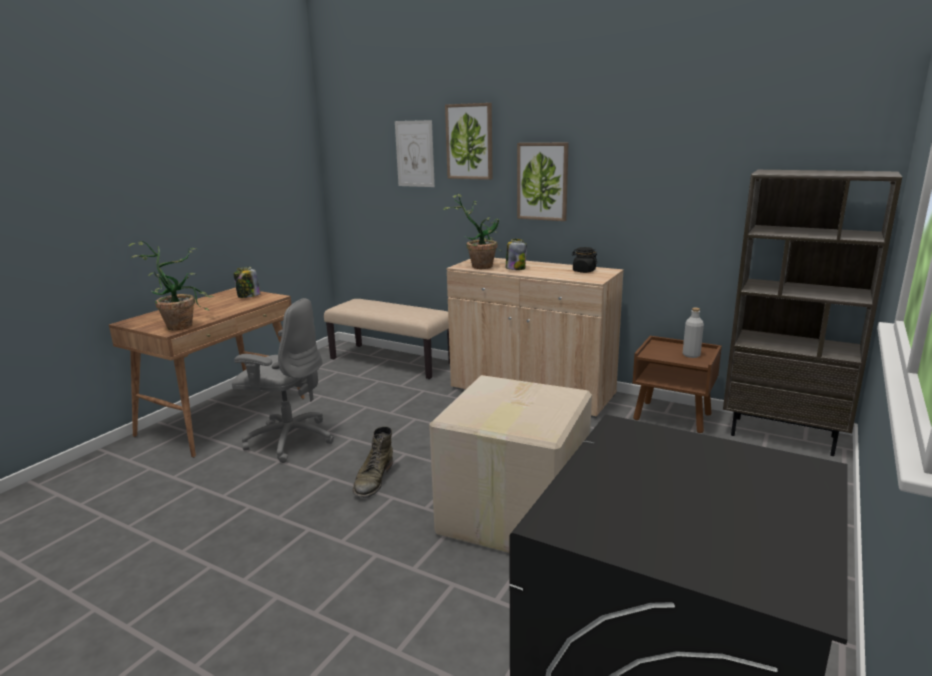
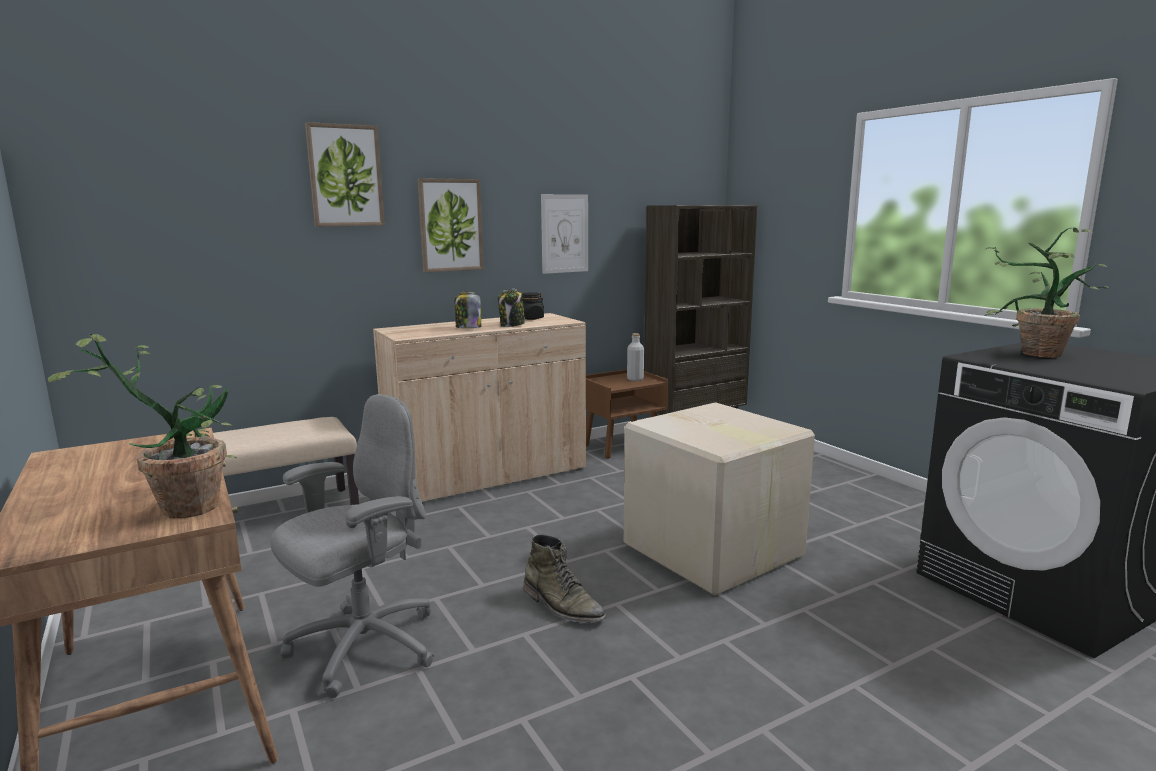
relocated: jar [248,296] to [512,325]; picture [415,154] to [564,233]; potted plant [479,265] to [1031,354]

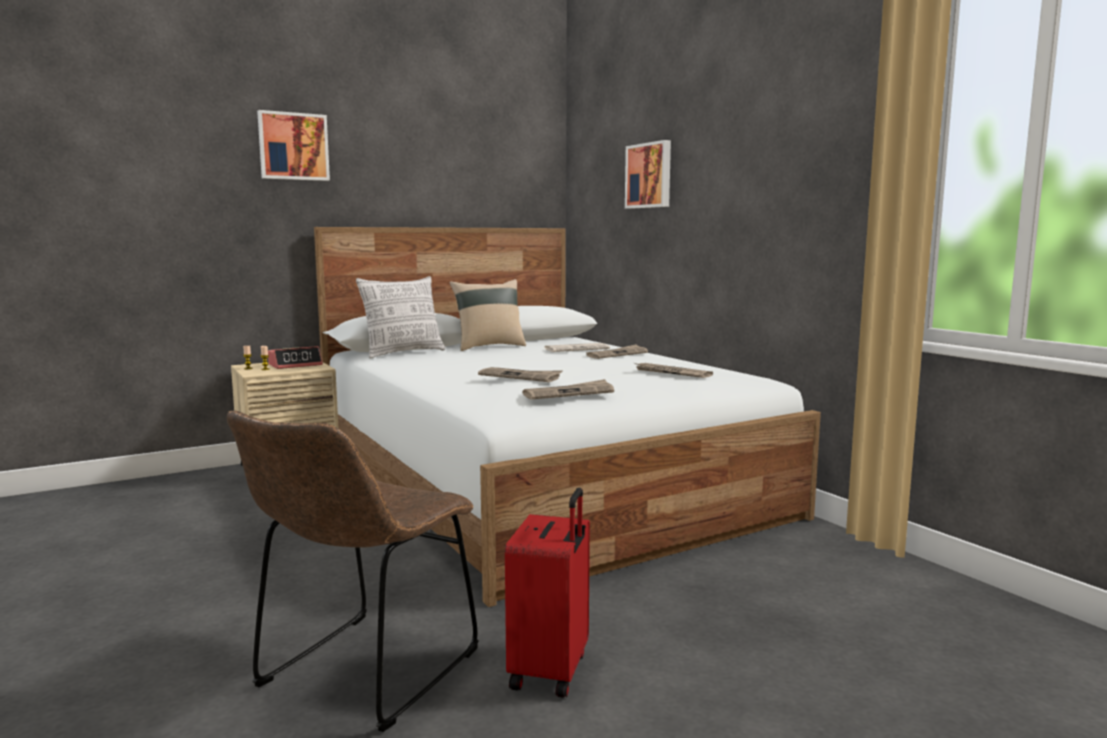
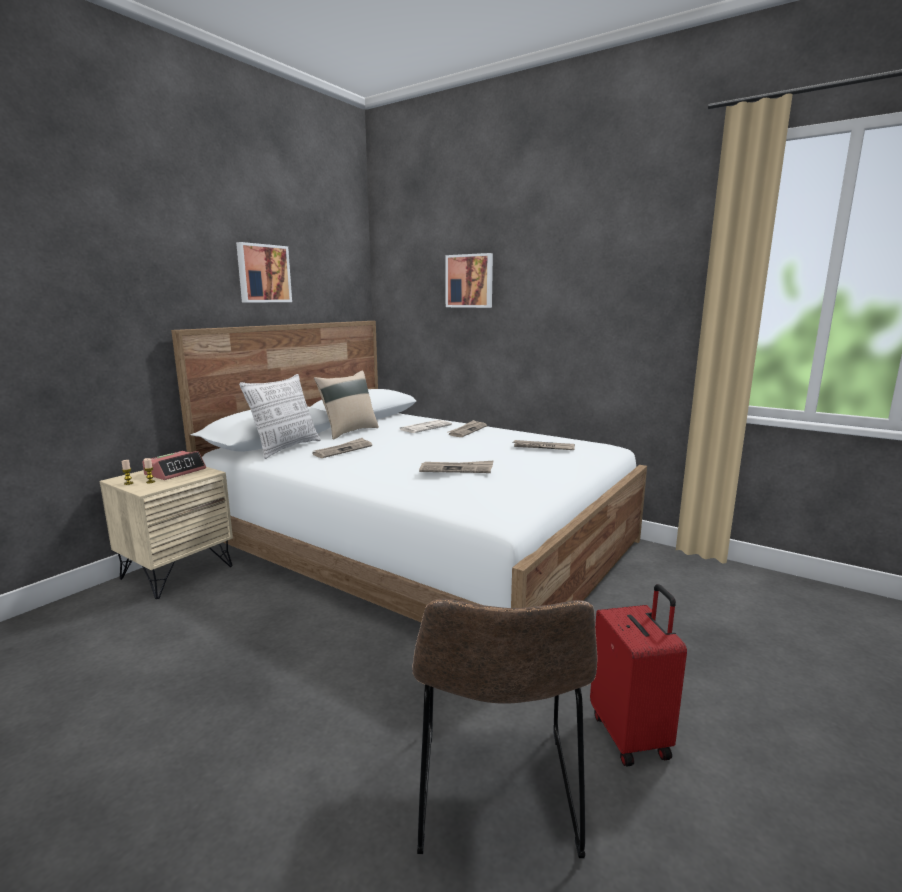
relocated: picture [293,146] to [263,273]; newspaper [569,393] to [343,450]

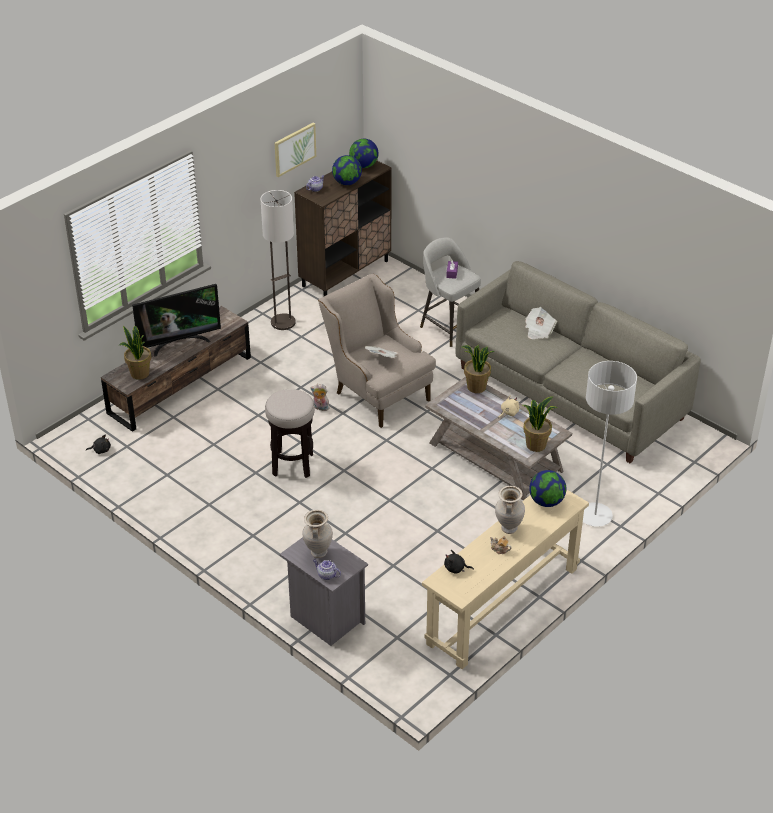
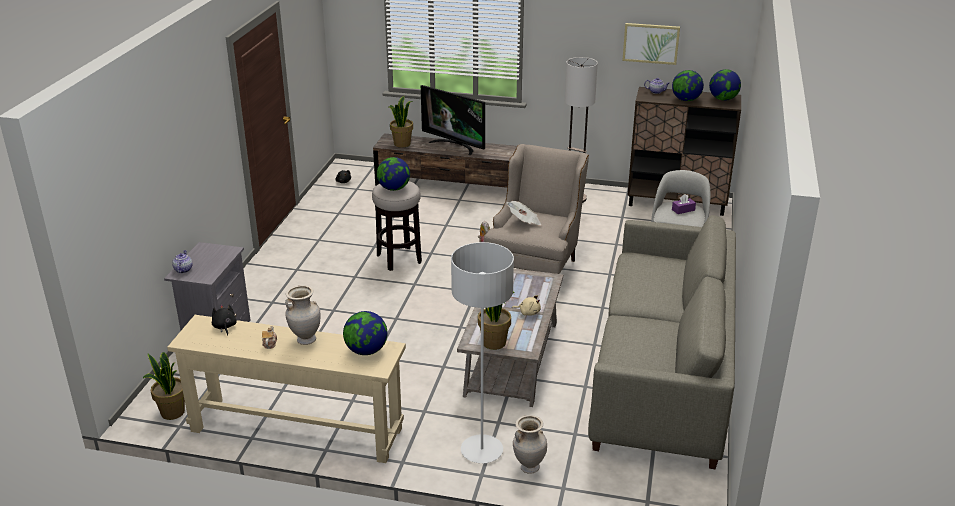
missing: newspaper [539,330]
appeared: globe [394,188]
relocated: vase in beige [318,552] to [529,467]; potted plant [476,387] to [172,412]

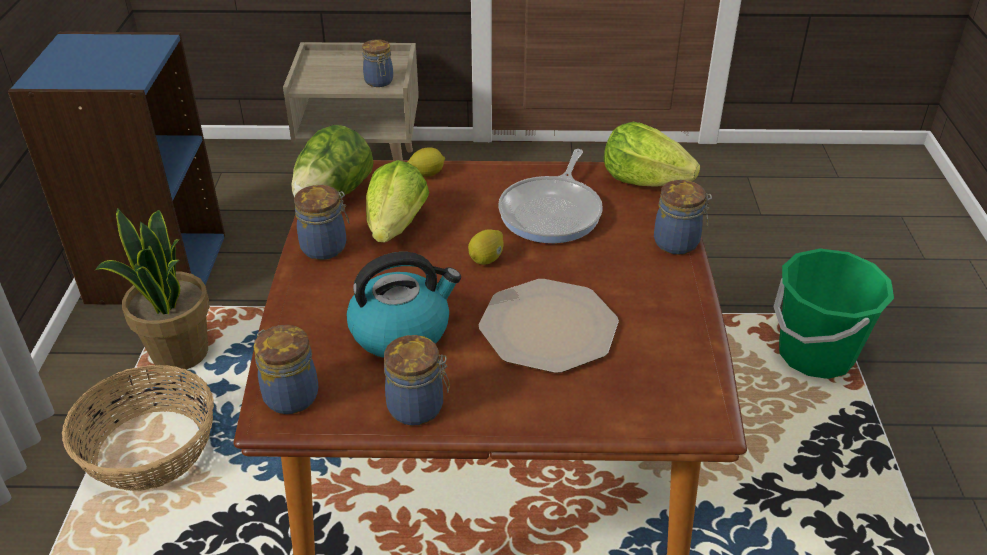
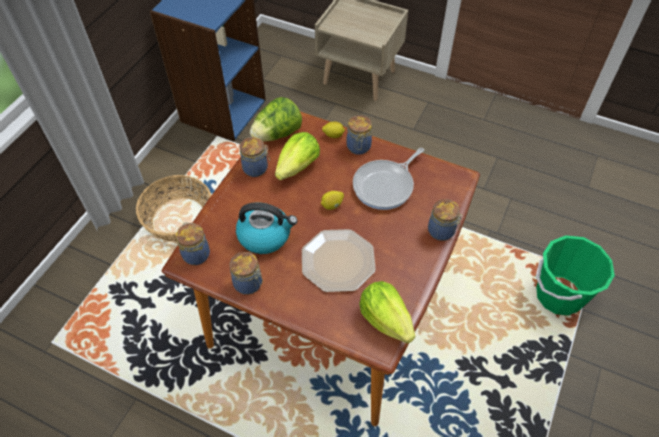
missing: potted plant [179,354]
relocated: jar [379,82] to [358,147]; lettuce [644,180] to [385,319]

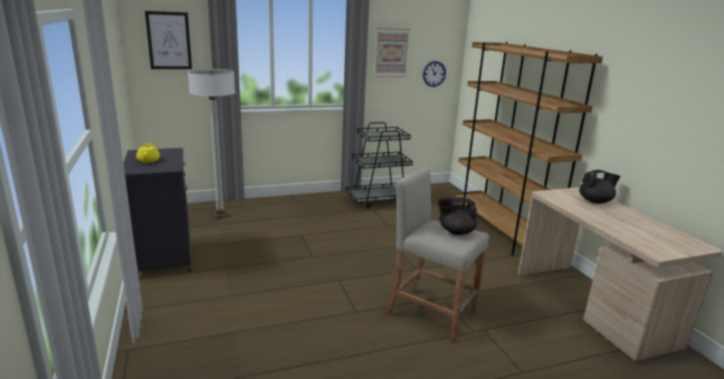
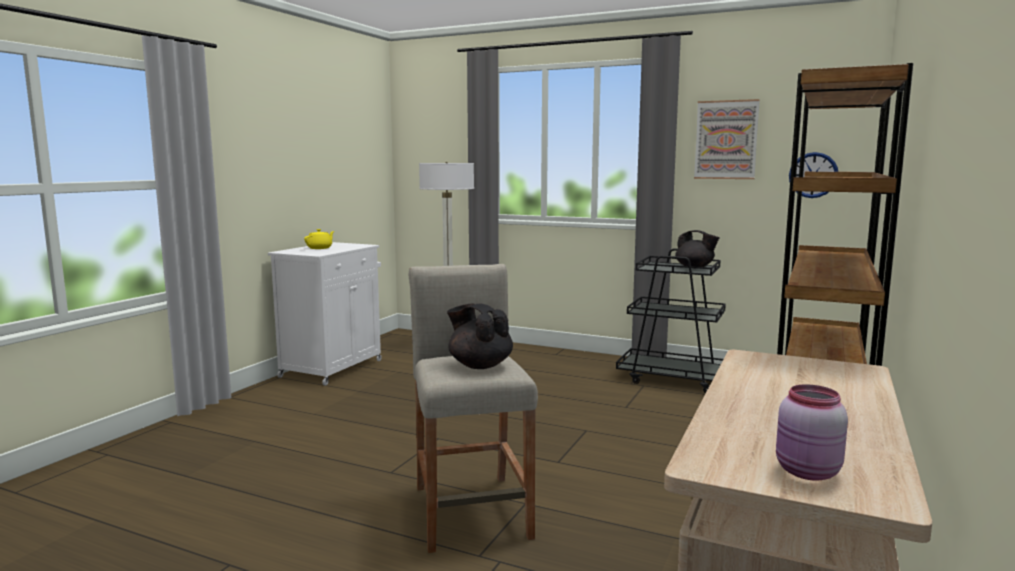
missing: picture [169,40]
appeared: jar in pink [807,472]
relocated: teapot in black [595,201] to [695,267]
colour: cabinet in black [164,256] to cabinet in white [333,368]

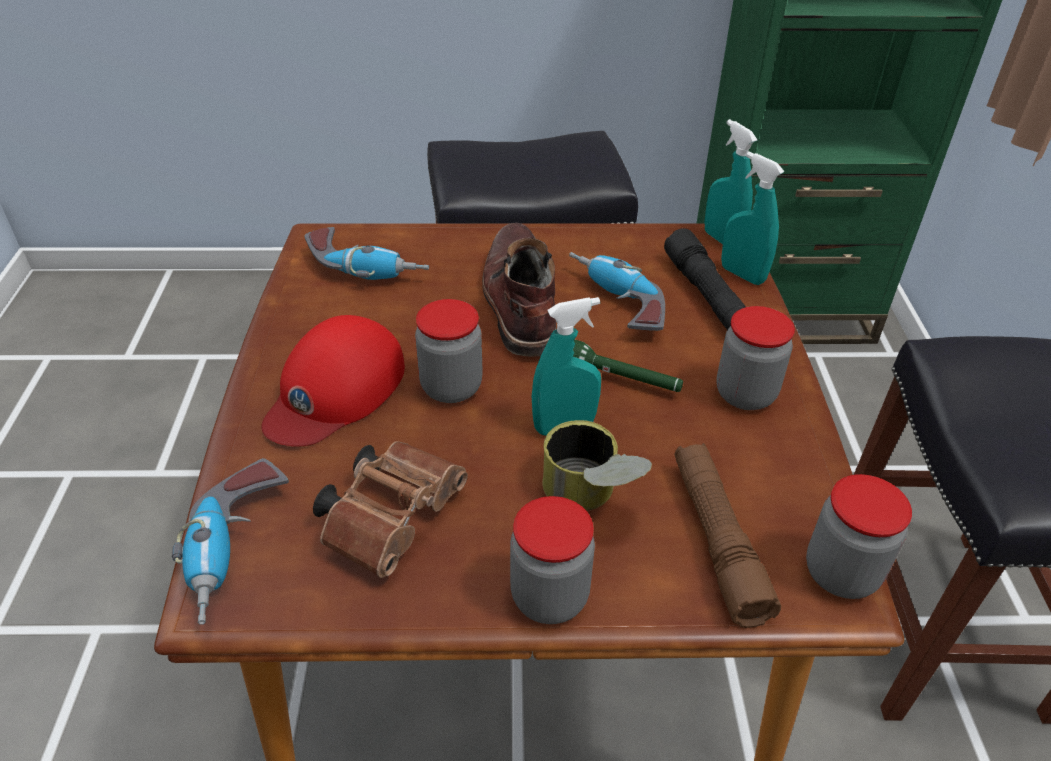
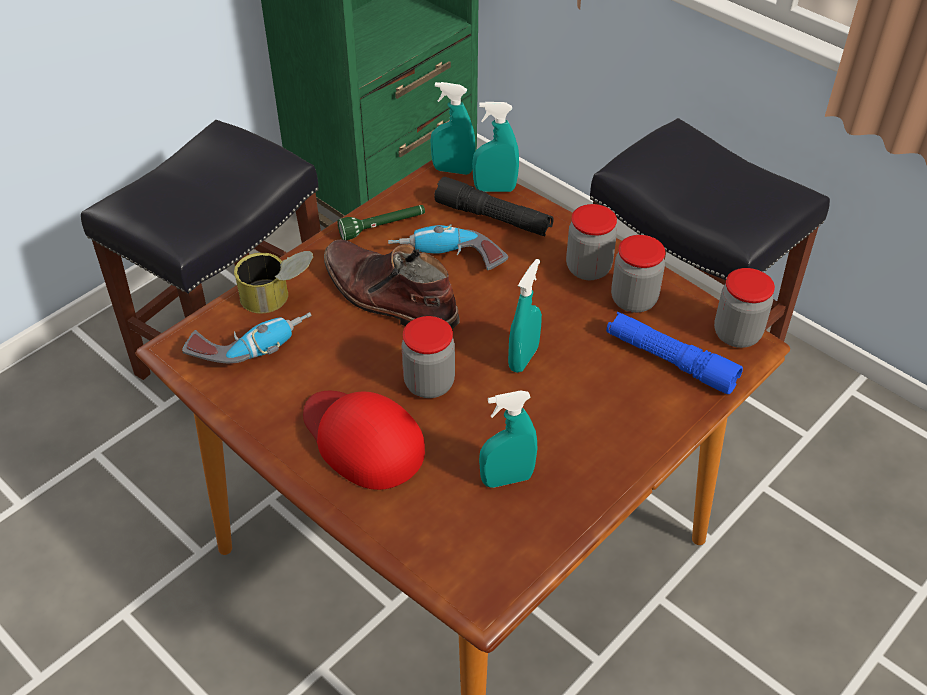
missing: power drill [237,550]
relocated: jar [549,597] to [633,300]; can [591,498] to [278,298]; flashlight in green [621,380] to [383,227]
exchanged: binoculars in brown [394,517] to spray bottle in turquoise [507,479]
colour: flashlight in brown [717,540] to flashlight in blue [670,361]
spun: cap in red [335,390] = [362,439] 150 degrees clockwise

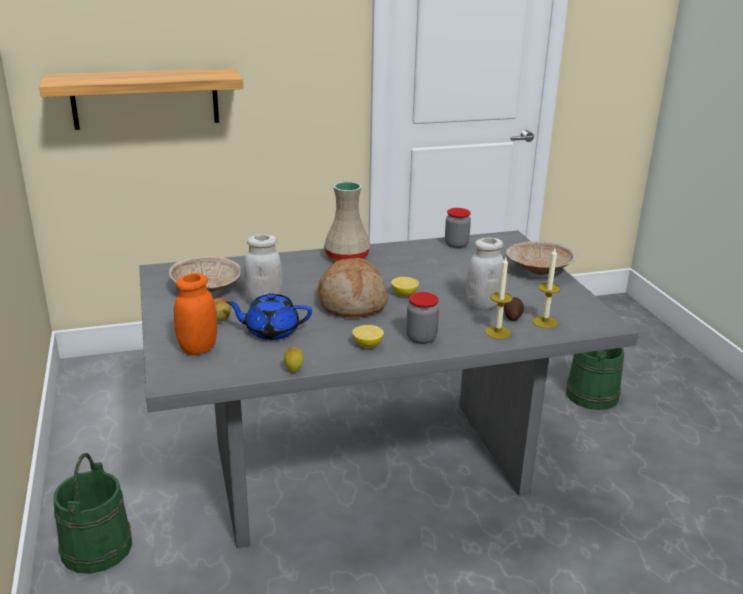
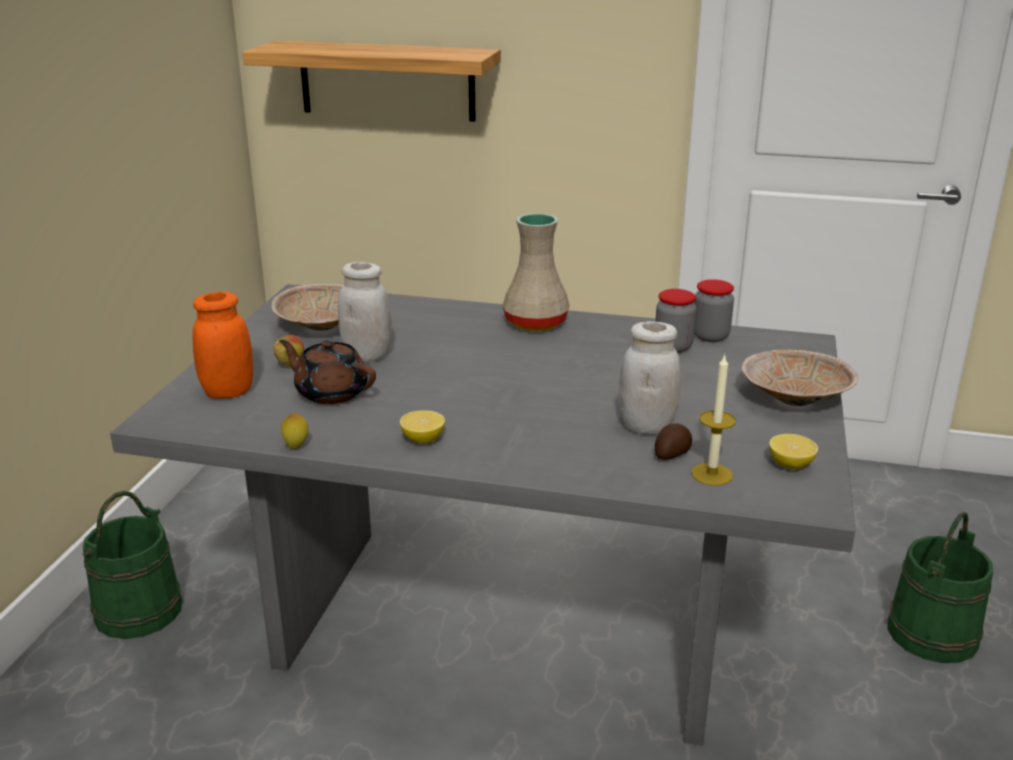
missing: bread [352,303]; candle [497,332]
relocated: lemon [404,294] to [790,465]; jar [421,338] to [673,347]
colour: teapot in blue [271,331] to teapot in brown [330,392]

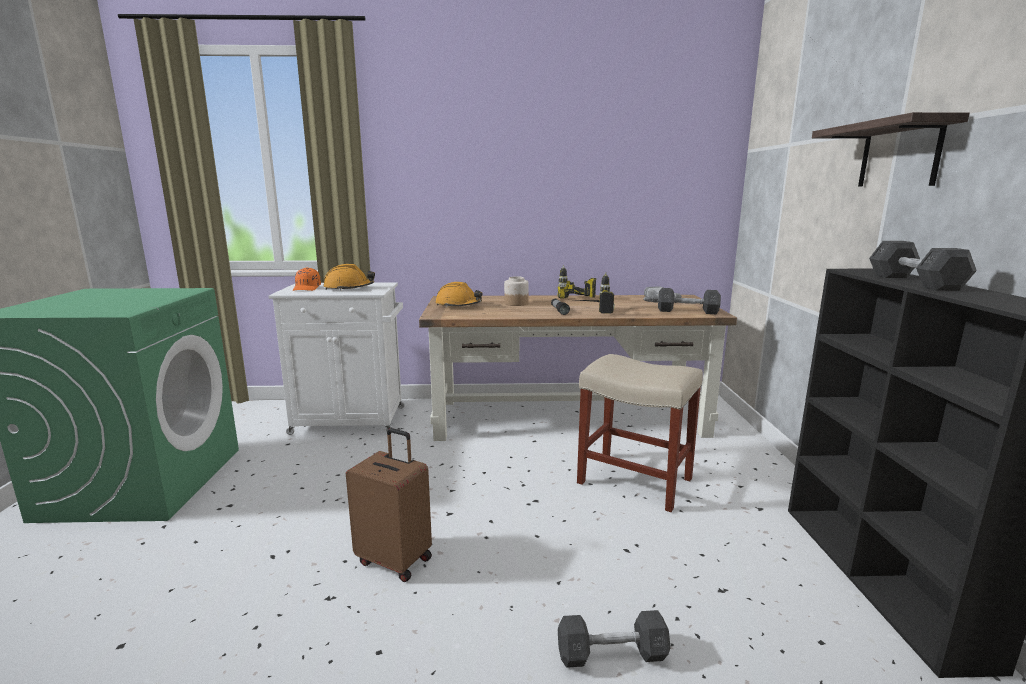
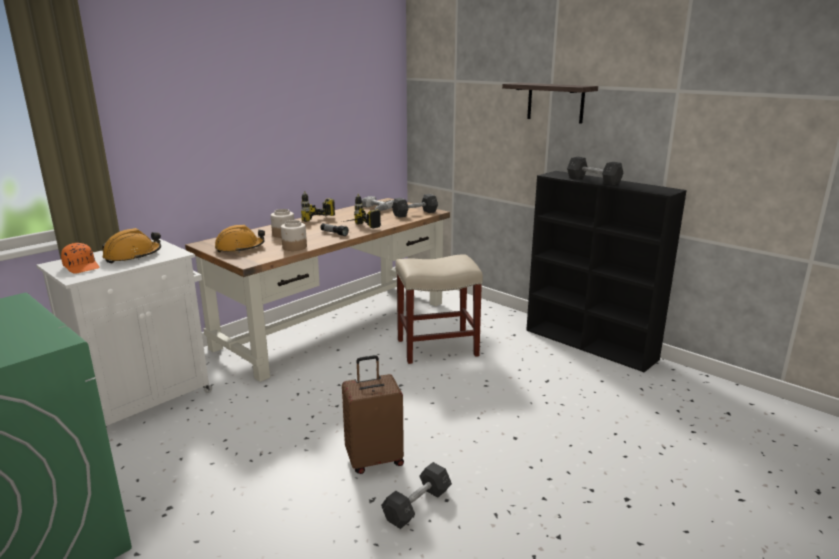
appeared: jar [295,247]
relocated: dumbbell in grey [611,654] to [417,505]

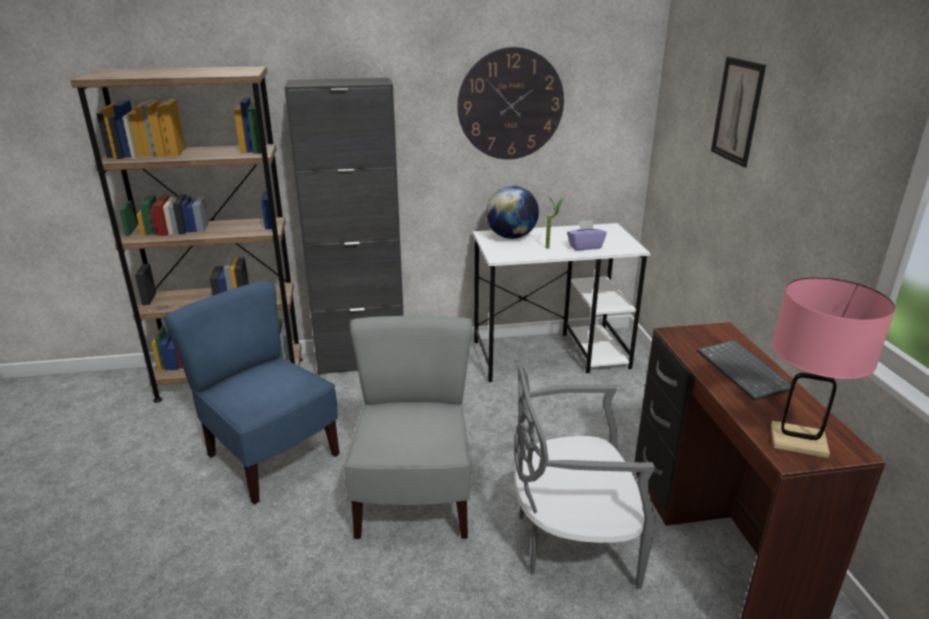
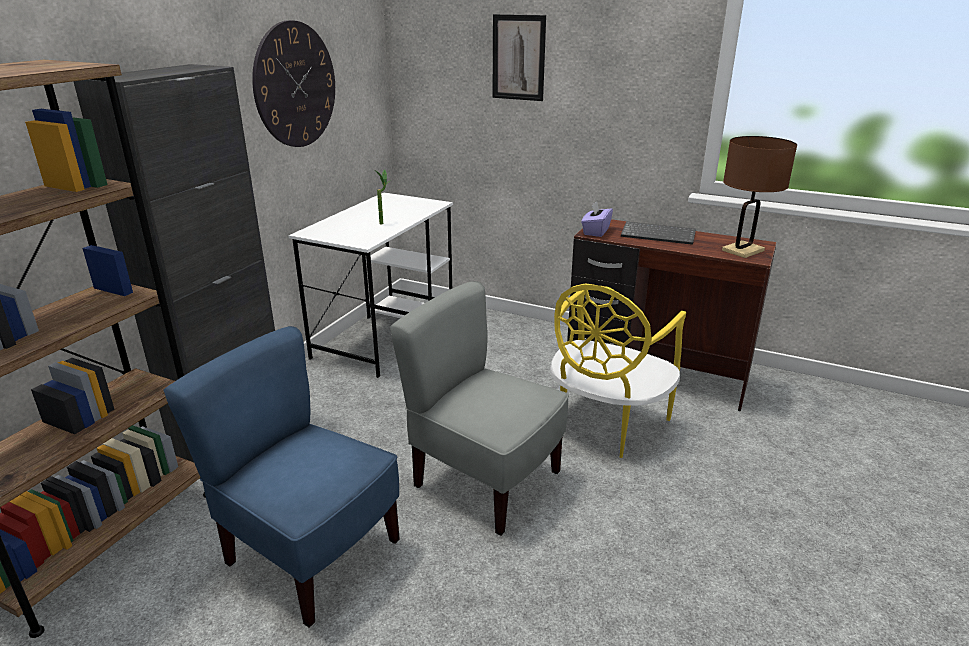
missing: globe [511,237]
relocated: tissue box in purple [585,246] to [595,231]
colour: chair in grey [571,541] to chair in yellow [605,425]; table lamp in pink [798,441] to table lamp in brown [743,250]
spun: chair in blue [271,457] = [311,555] 45 degrees clockwise

